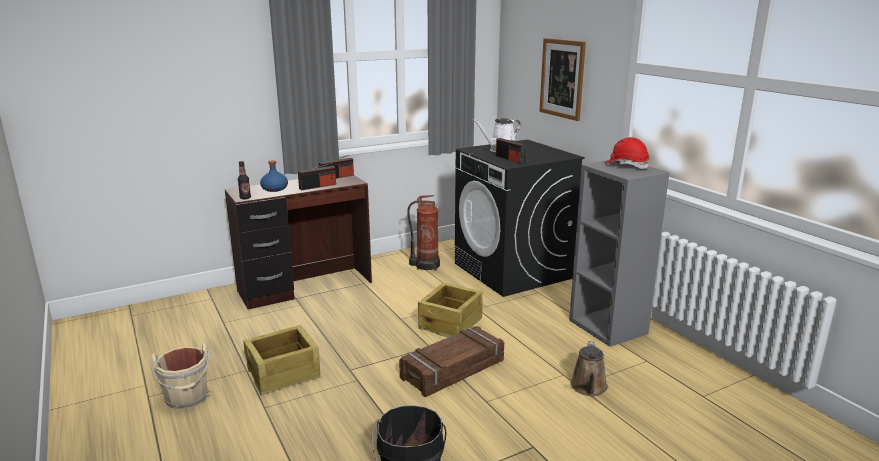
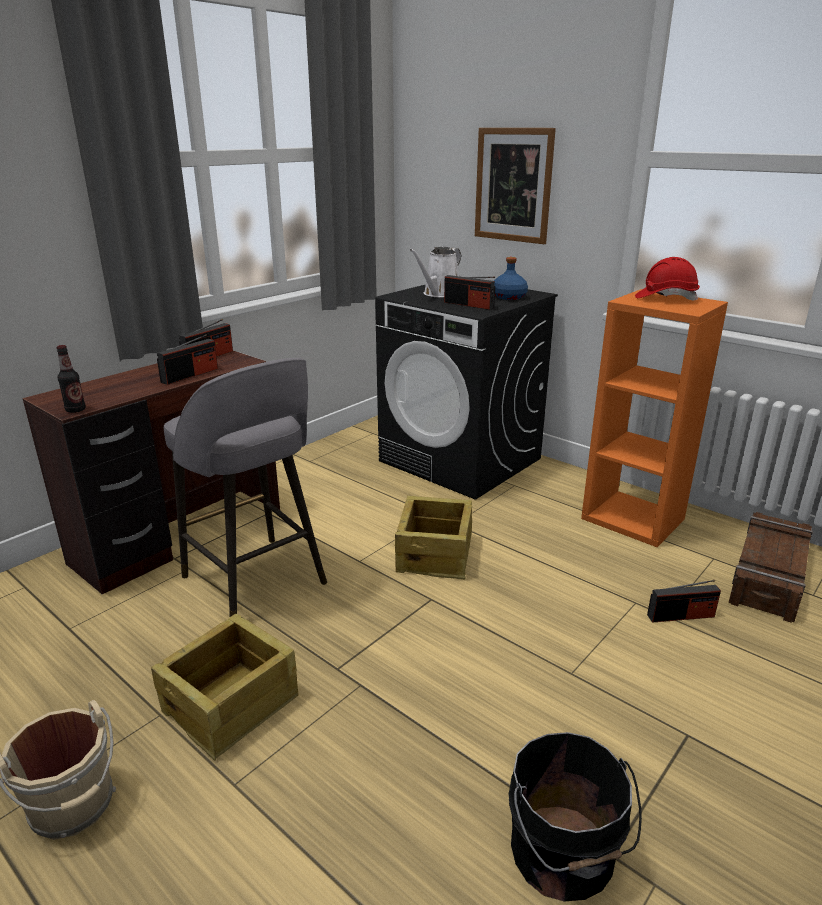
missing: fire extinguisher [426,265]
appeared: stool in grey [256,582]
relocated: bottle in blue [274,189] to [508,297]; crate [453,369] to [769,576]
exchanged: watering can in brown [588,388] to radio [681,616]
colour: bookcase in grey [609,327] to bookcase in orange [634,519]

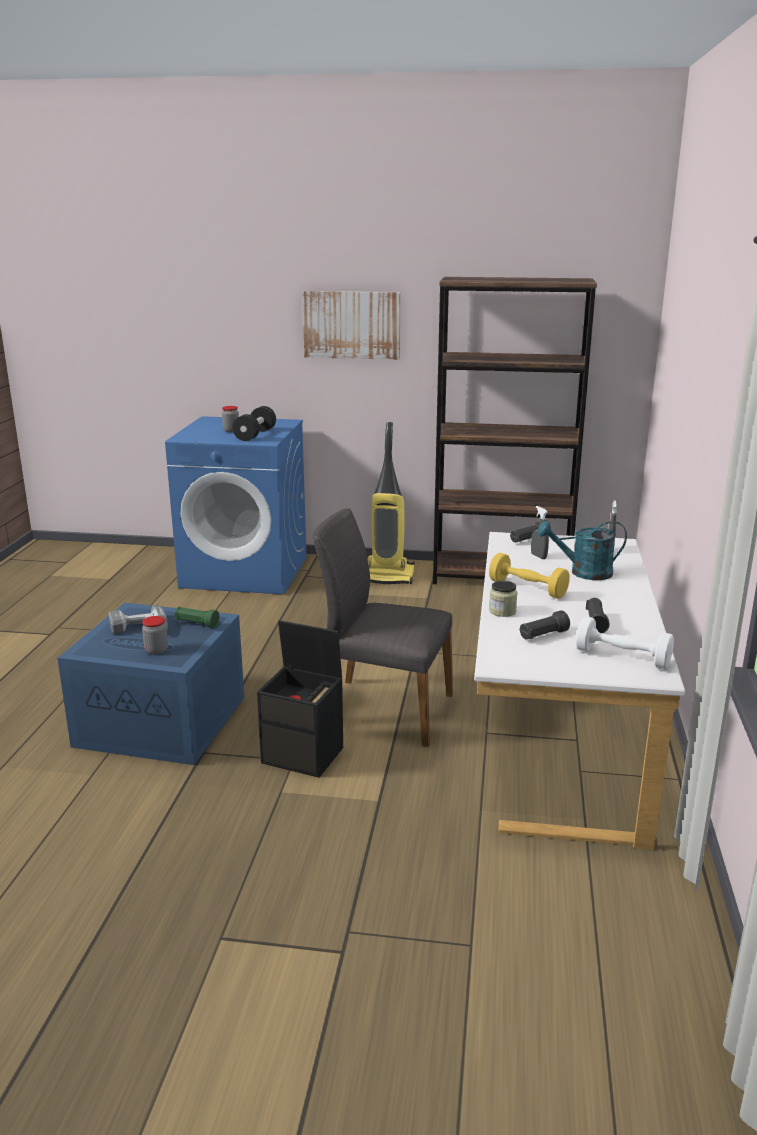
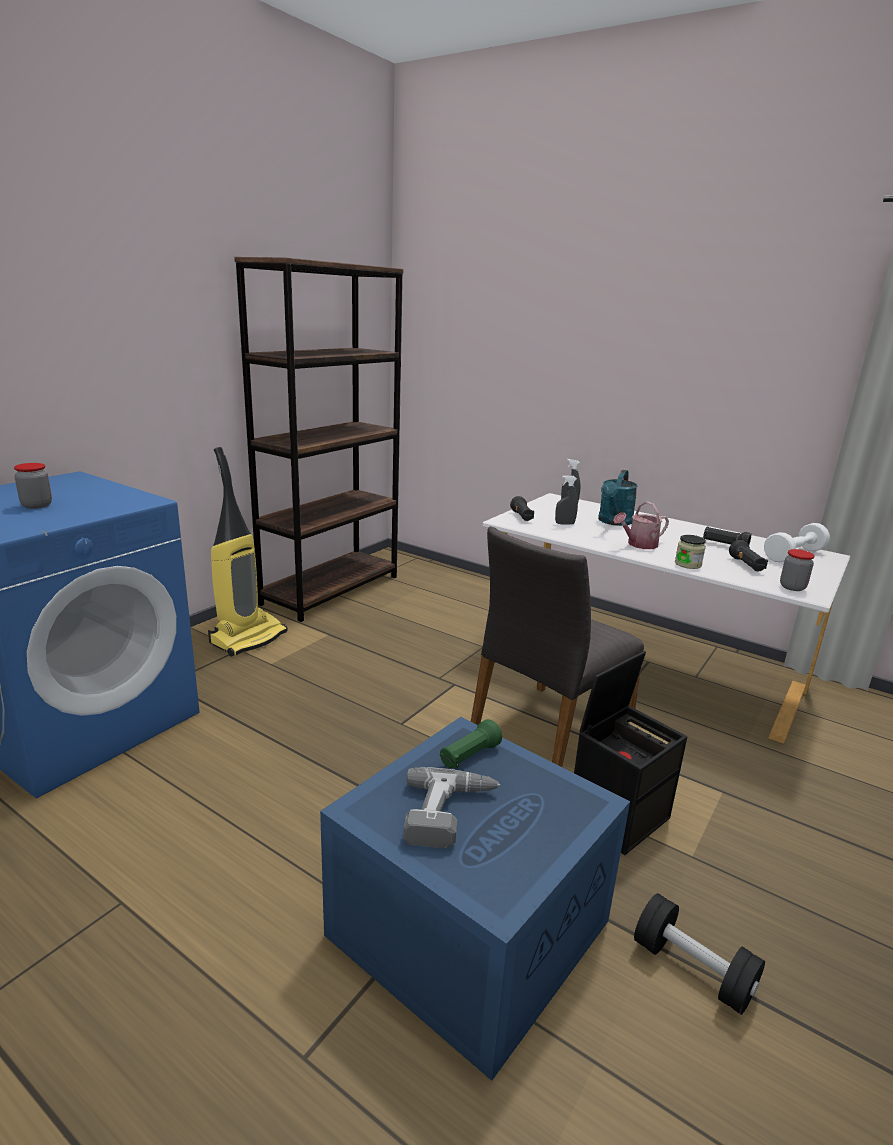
missing: picture [352,325]
relocated: jar [156,650] to [792,587]; dumbbell in black [255,435] to [692,969]
exchanged: dumbbell in yellow [527,588] to watering can [639,544]

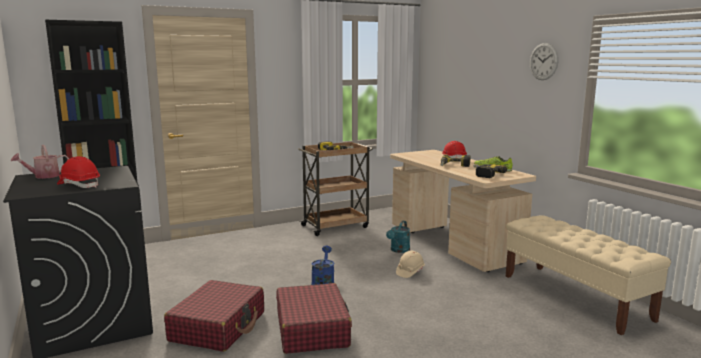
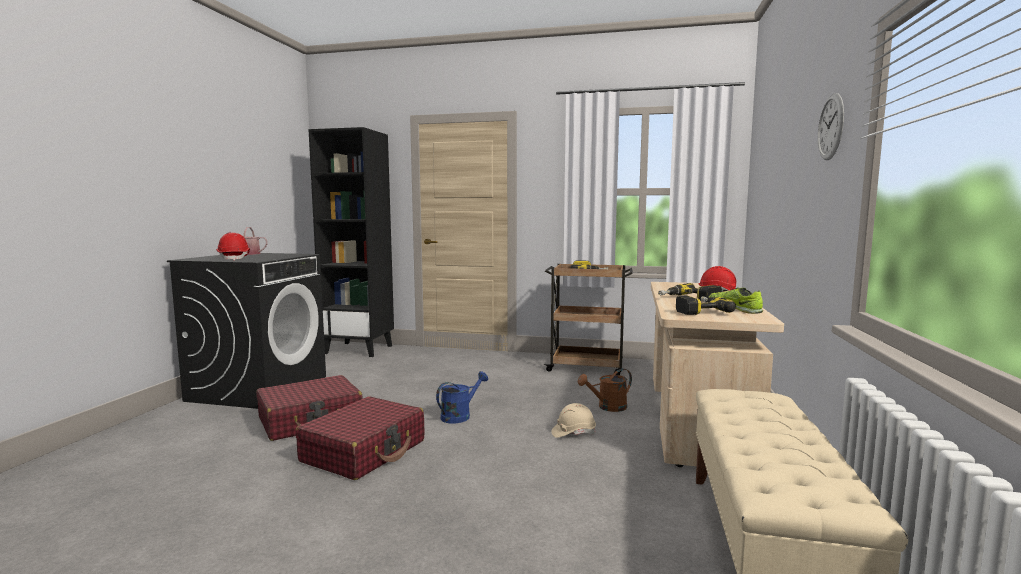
colour: watering can in turquoise [398,250] to watering can in brown [608,407]

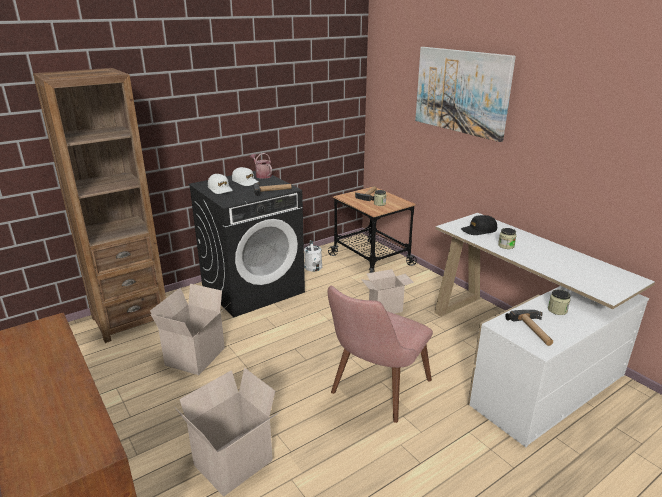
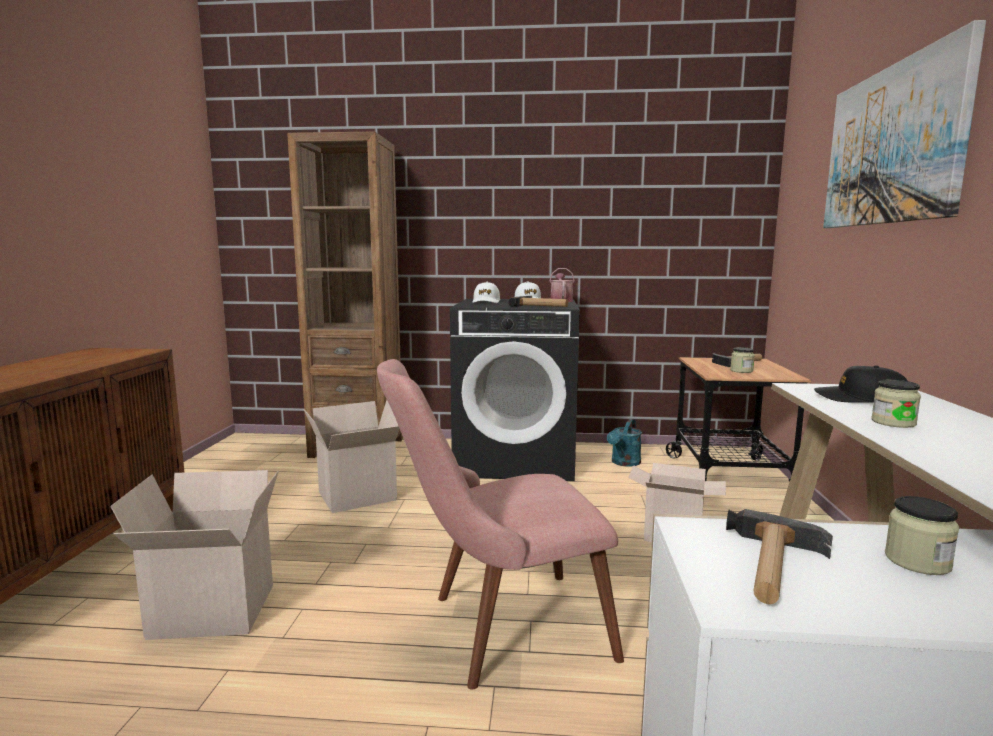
colour: watering can in white [313,268] to watering can in turquoise [624,463]

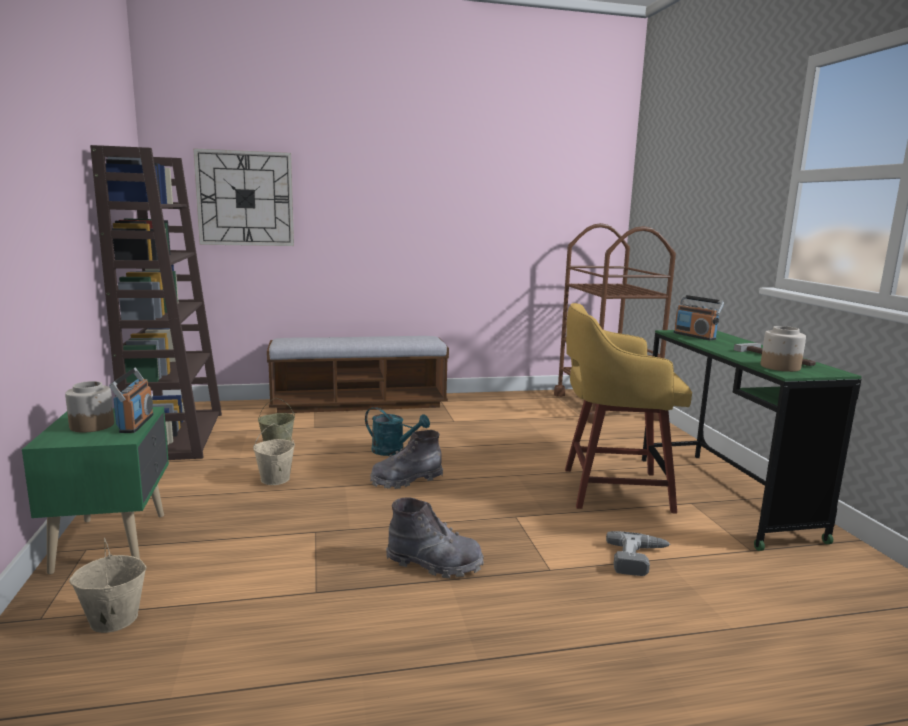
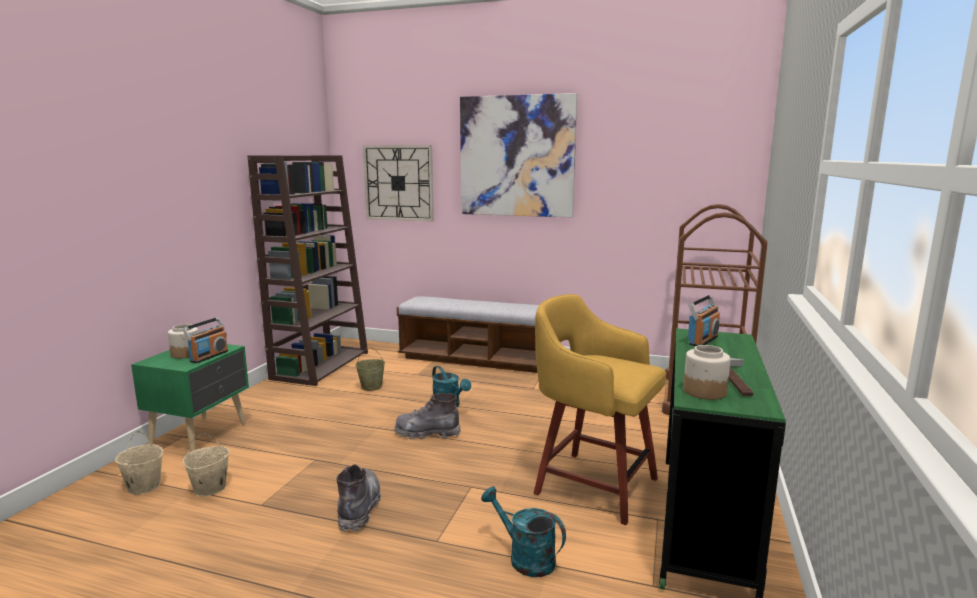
appeared: picture [517,156]
relocated: bucket in beige [275,479] to [209,489]
exchanged: power drill [639,560] to watering can in turquoise [525,558]
spun: boot in grey [434,563] = [359,508] 135 degrees counterclockwise; radio [694,336] = [702,340] 135 degrees counterclockwise

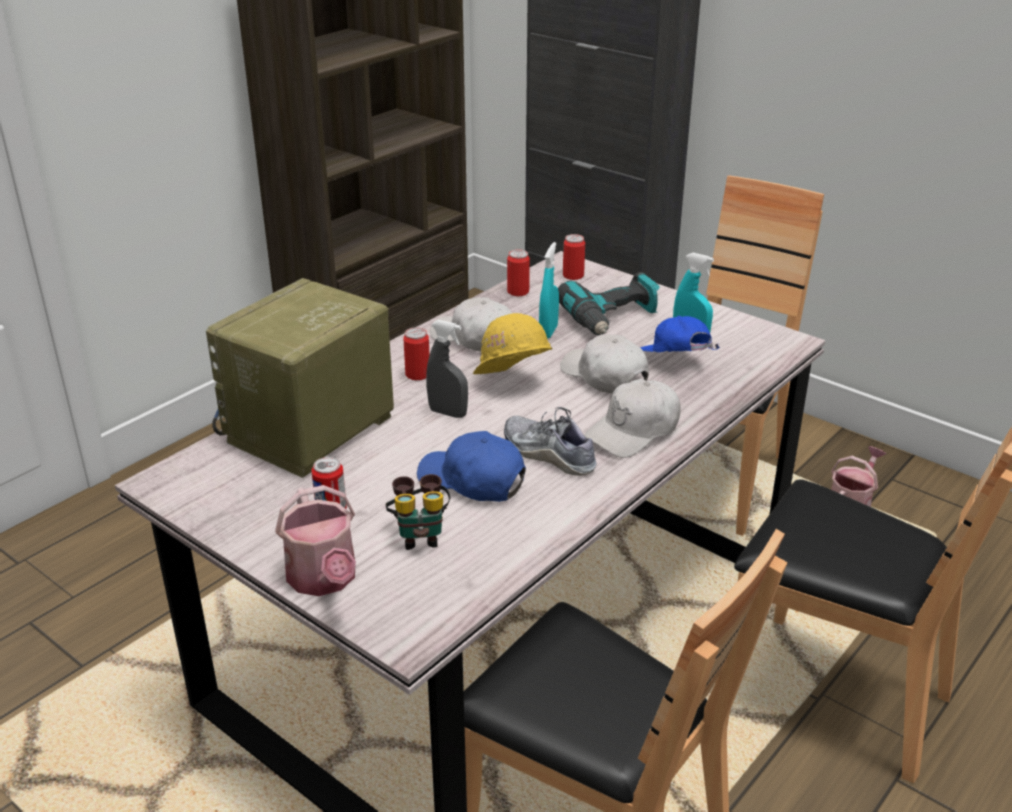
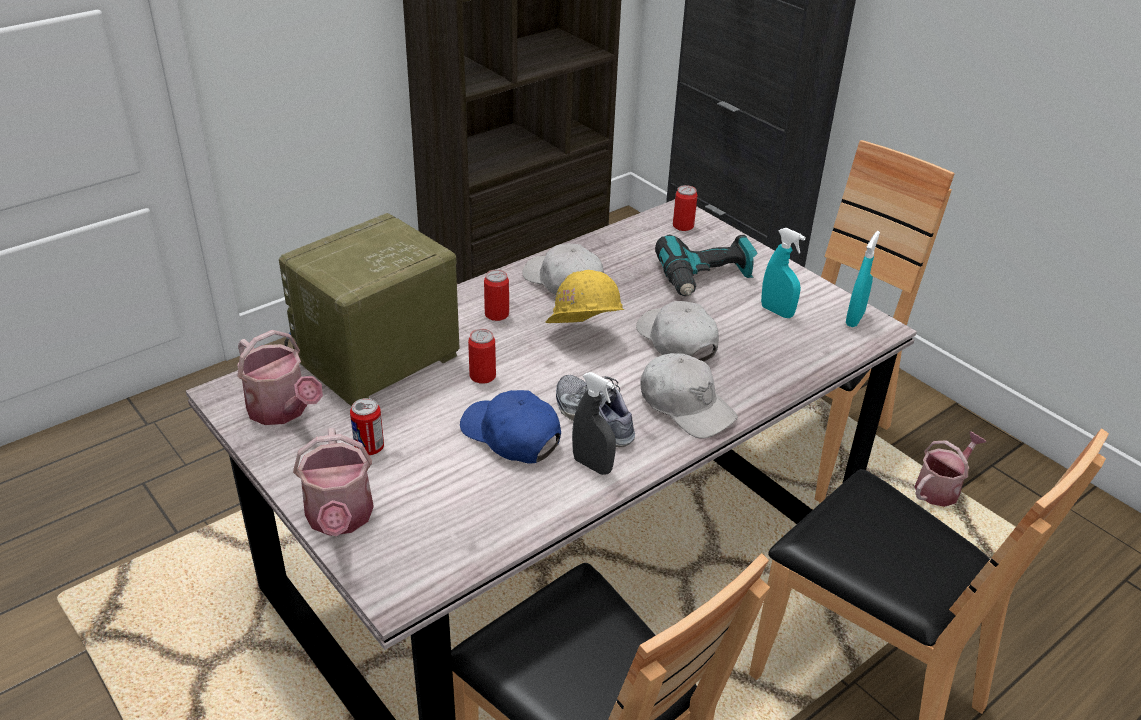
missing: binoculars [420,535]; cap in blue [675,362]
appeared: watering can [282,410]
relocated: spray bottle in grey [448,413] to [592,465]; can [518,292] to [482,376]; spray bottle in turquoise [548,332] to [854,319]
spun: cap in white [634,431] = [686,406] 105 degrees counterclockwise

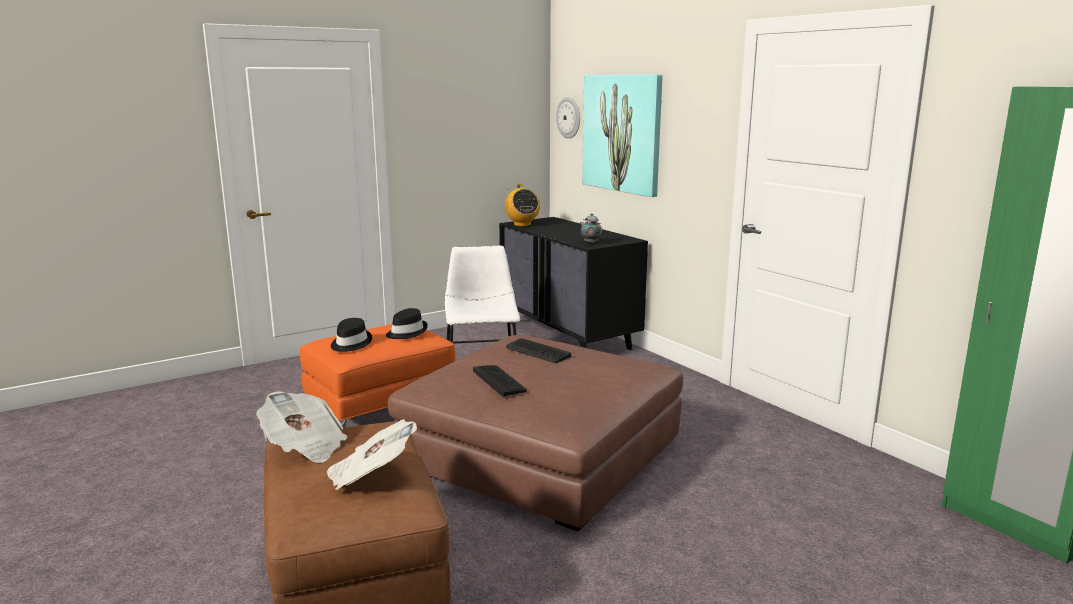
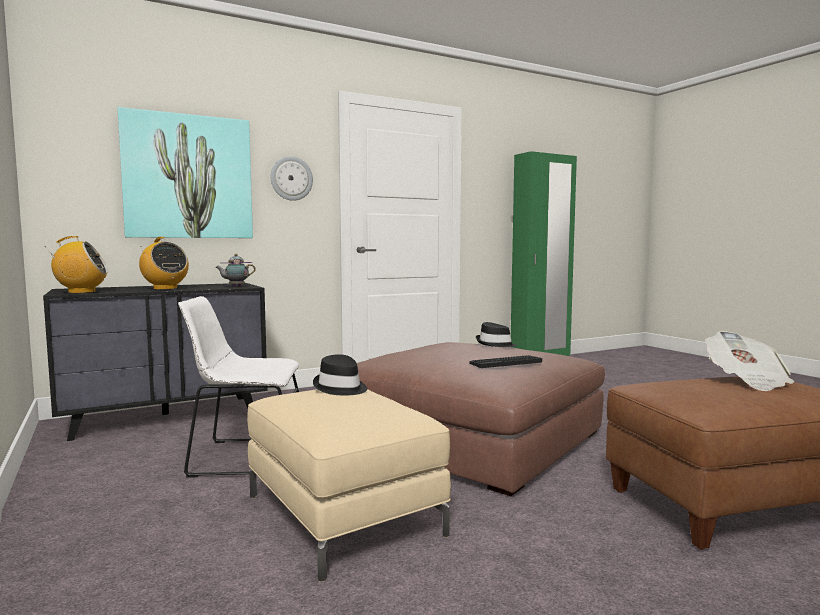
missing: newspaper [304,446]; keyboard [537,352]
appeared: radio [165,289]
relocated: hat in black [350,343] to [495,344]; wall clock [569,117] to [291,178]
colour: ottoman in orange [381,410] to ottoman in beige [342,514]

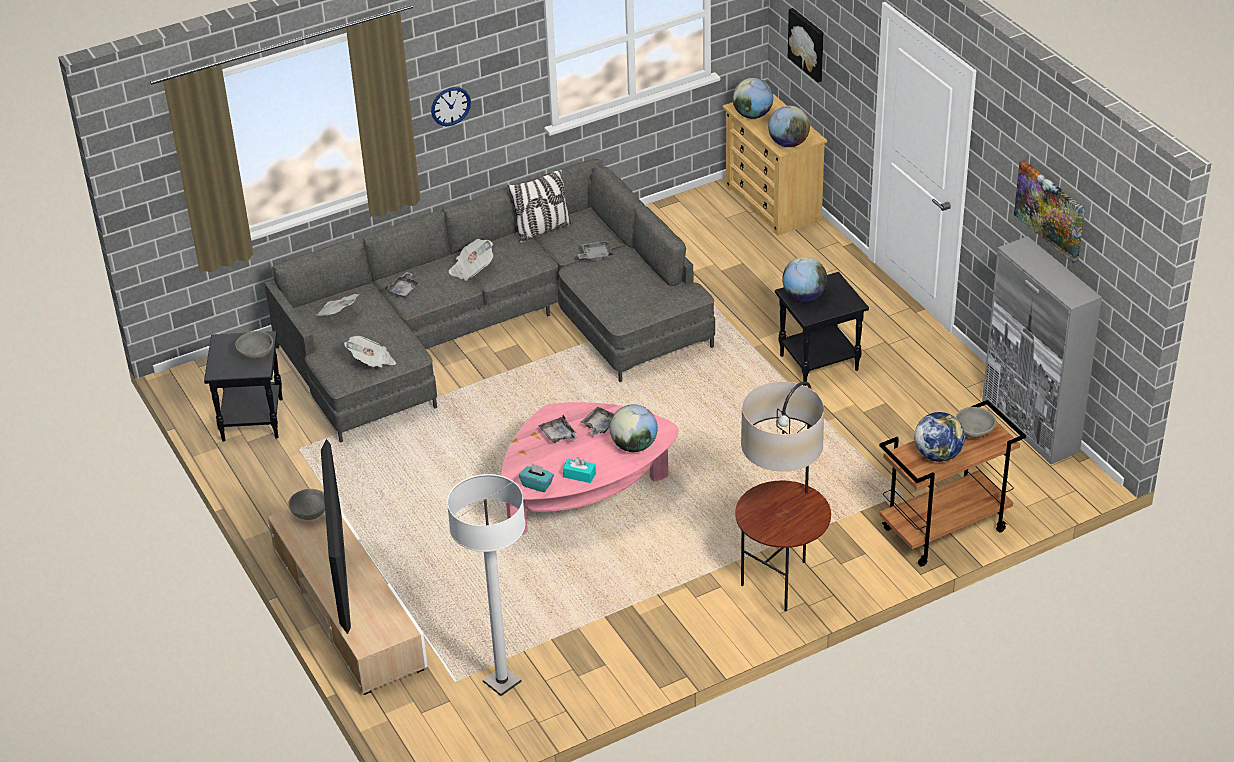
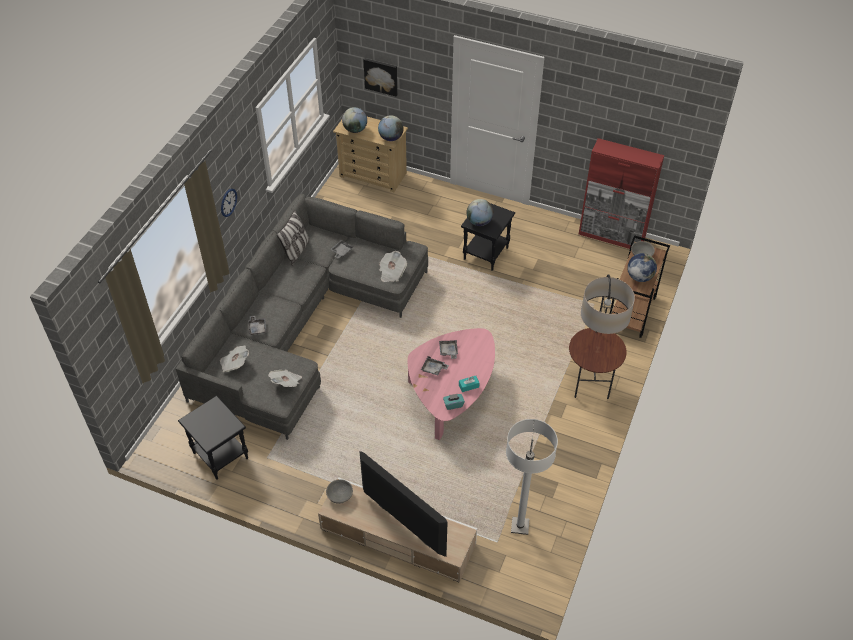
missing: bowl in grey [256,354]; globe [634,446]; picture [1050,210]
relocated: newspaper [472,269] to [392,272]
colour: cabinet in grey [1030,426] to cabinet in red [612,236]

